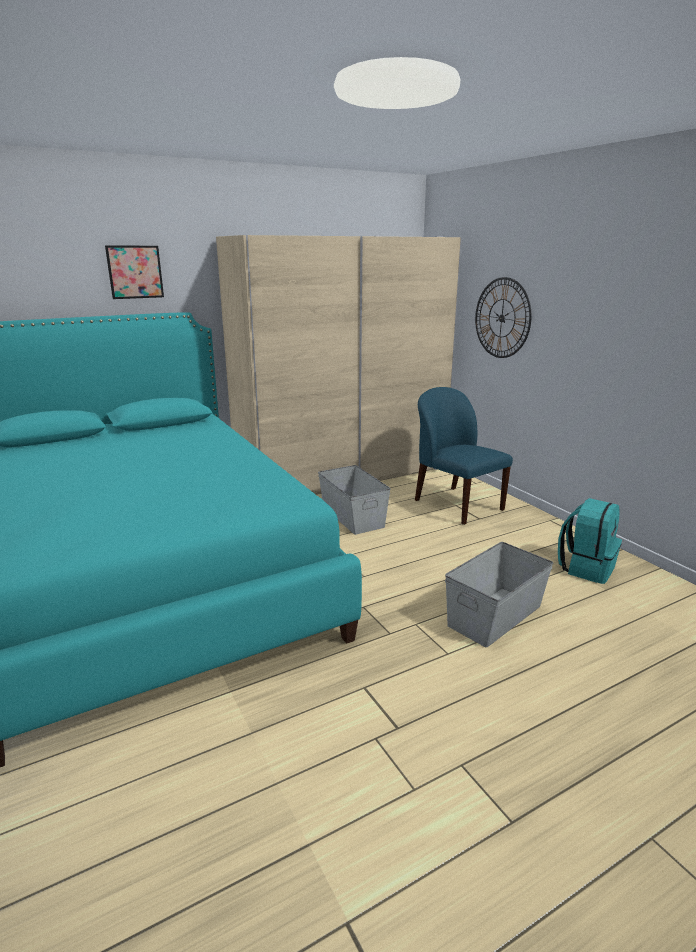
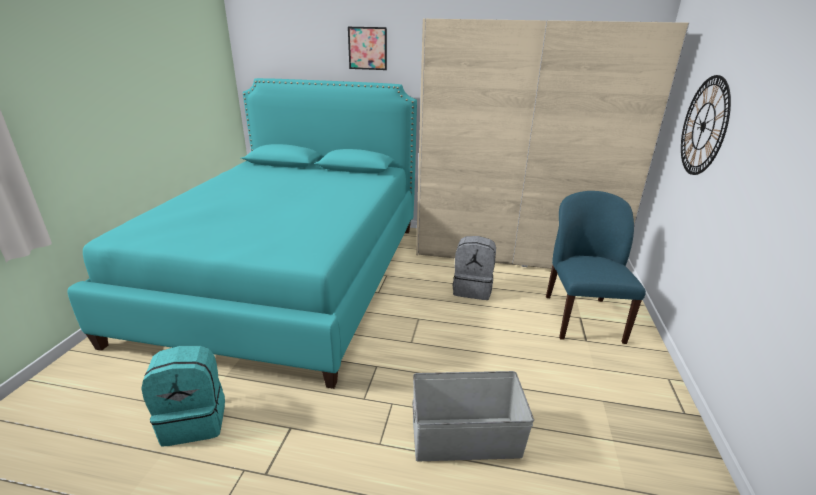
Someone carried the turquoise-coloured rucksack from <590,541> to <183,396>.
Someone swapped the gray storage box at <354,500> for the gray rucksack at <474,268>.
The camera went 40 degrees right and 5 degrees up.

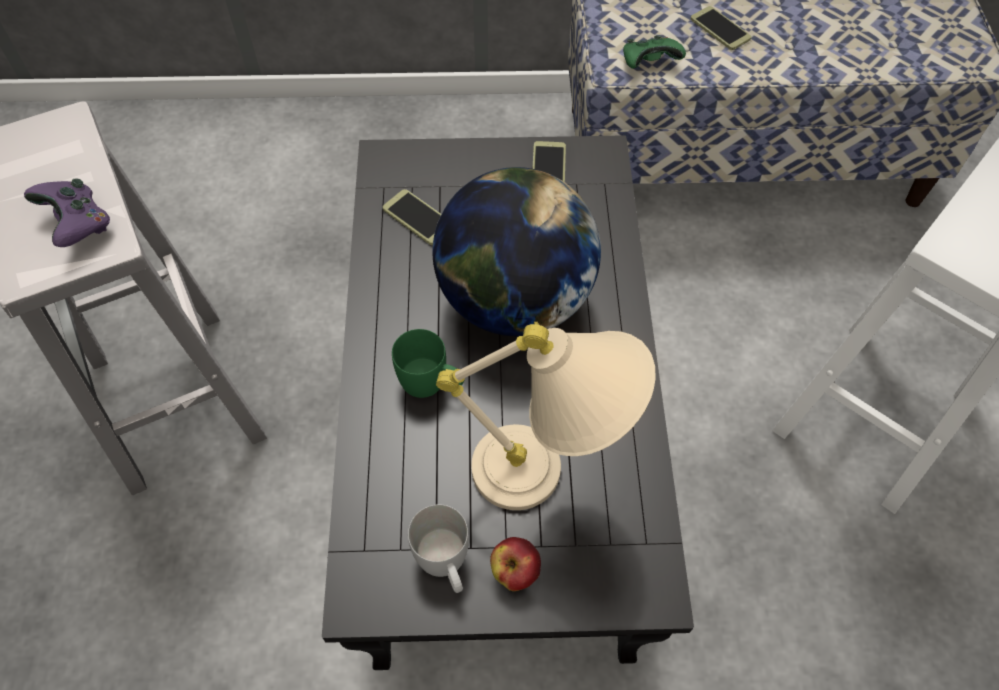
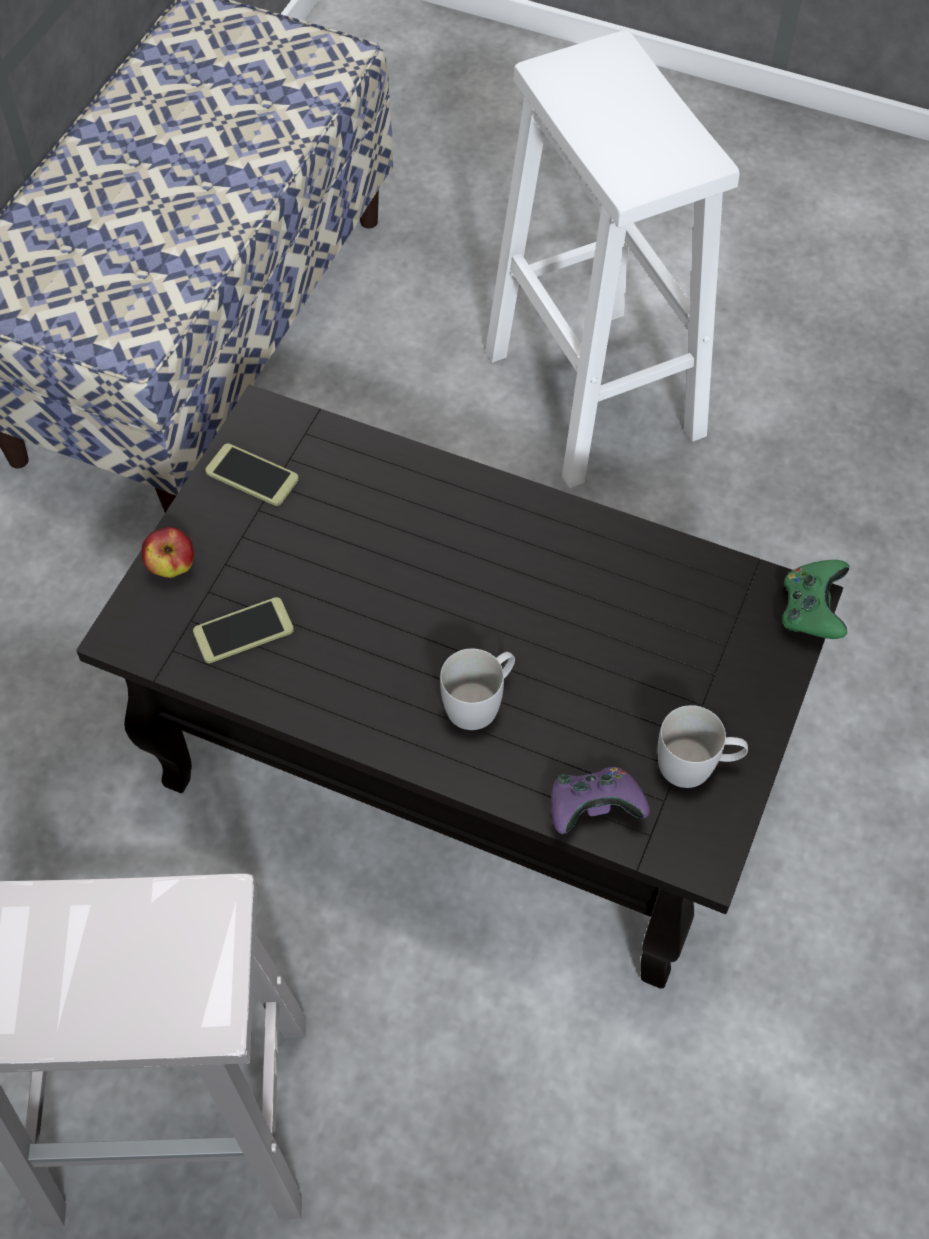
Someone took away the world globe at <517,251>.
Someone took away the beige lamp for a table at <546,416>.
Someone took away the telephone at <721,28>.
Someone carried the purple game controller from <67,212> to <600,800>.
Someone carried the apple from <515,564> to <168,552>.
Someone carried the greenish game controller from <654,51> to <815,599>.
Someone repainted the greenish coffee mug at <428,363>, which became the white coffee mug at <477,689>.
The camera went 65 degrees left and 0 degrees up.

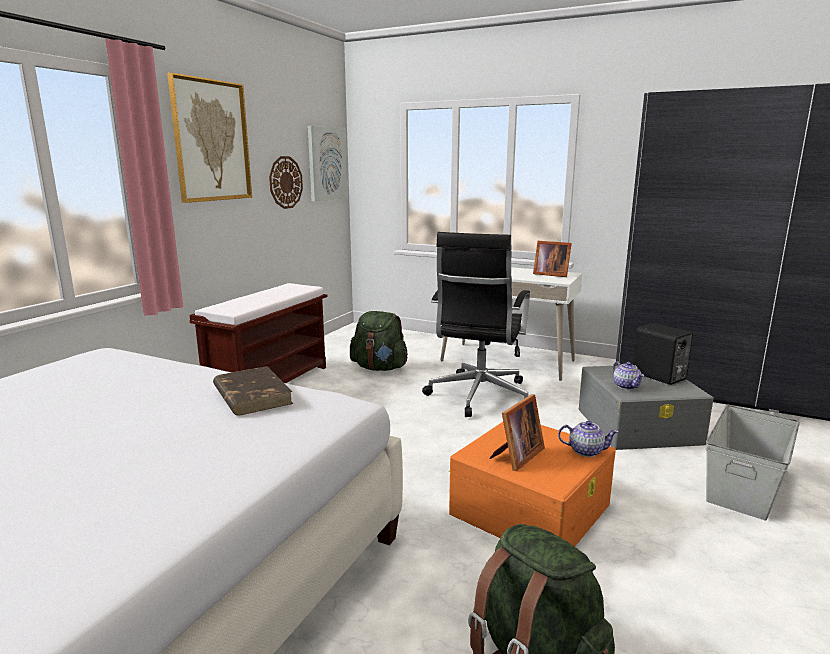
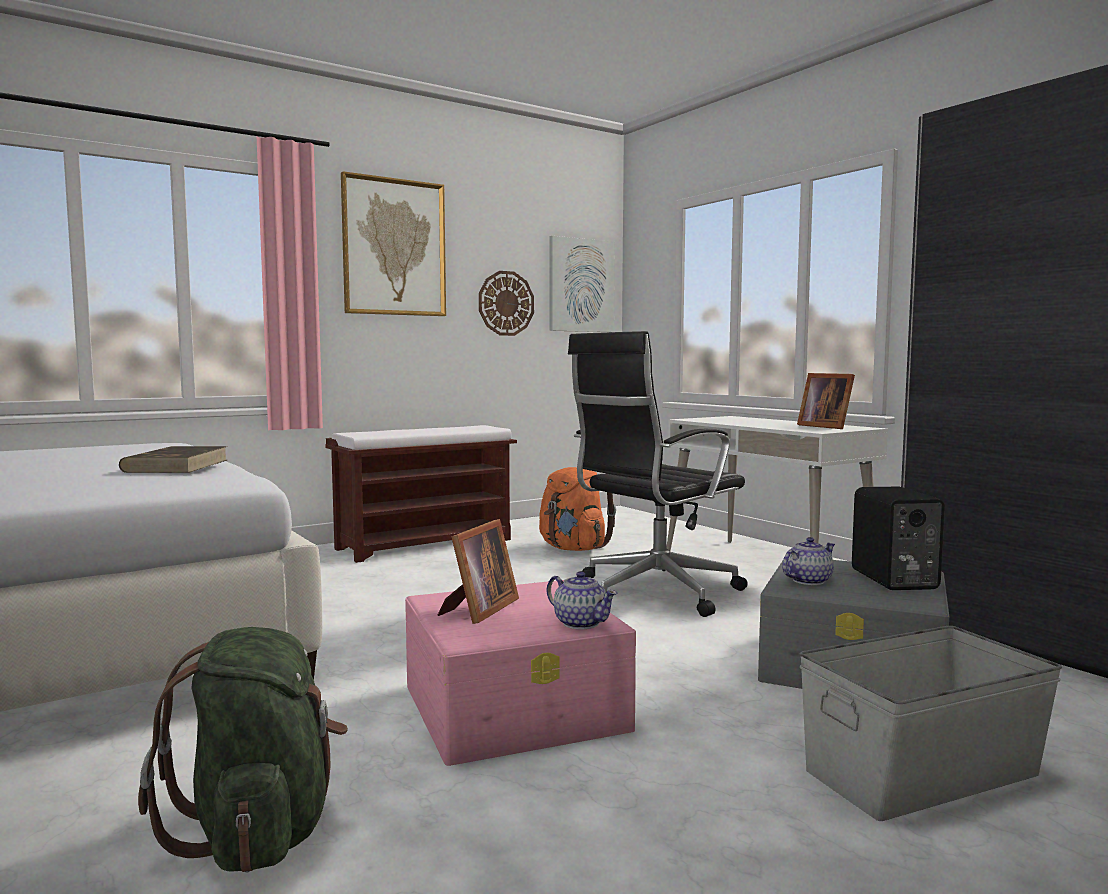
Someone repainted the greenish rucksack at <379,341>, which became the orange rucksack at <577,509>.
Someone repainted the orange storage box at <532,484>, which became the pink-coloured storage box at <520,673>.
Someone rotated the photo frame at <517,432> by 45 degrees counterclockwise.
Someone rotated the teapot at <628,376> by 135 degrees counterclockwise.
The camera went 30 degrees right and 10 degrees down.

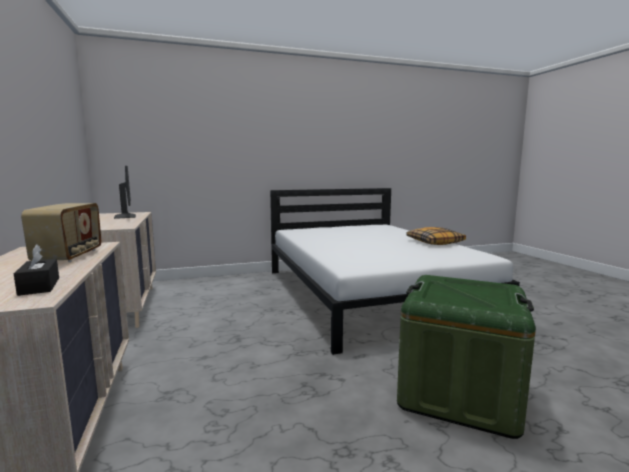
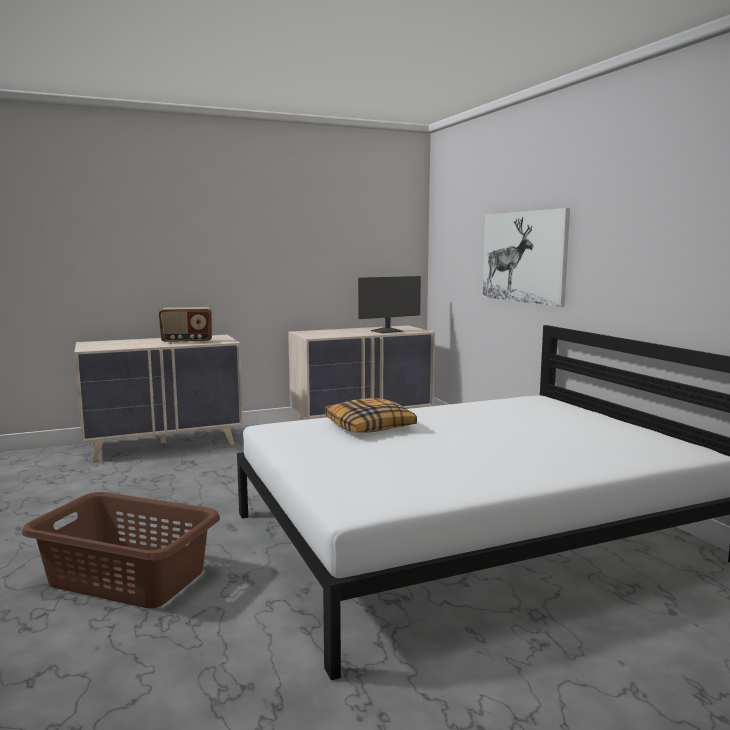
Someone took away the black-coloured tissue holder at <36,270>.
Someone put up the picture at <526,257>.
Someone carried the throw pillow from <436,236> to <371,415>.
Someone swapped the greenish storage box at <466,357> for the brown-coloured washing basket at <121,550>.
The camera went 85 degrees right and 0 degrees up.

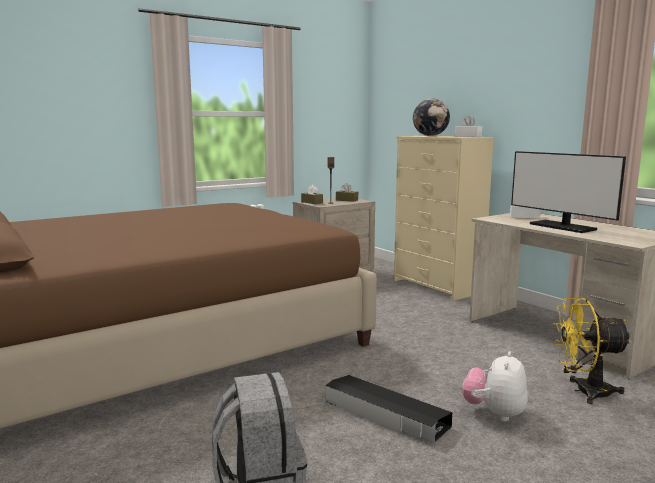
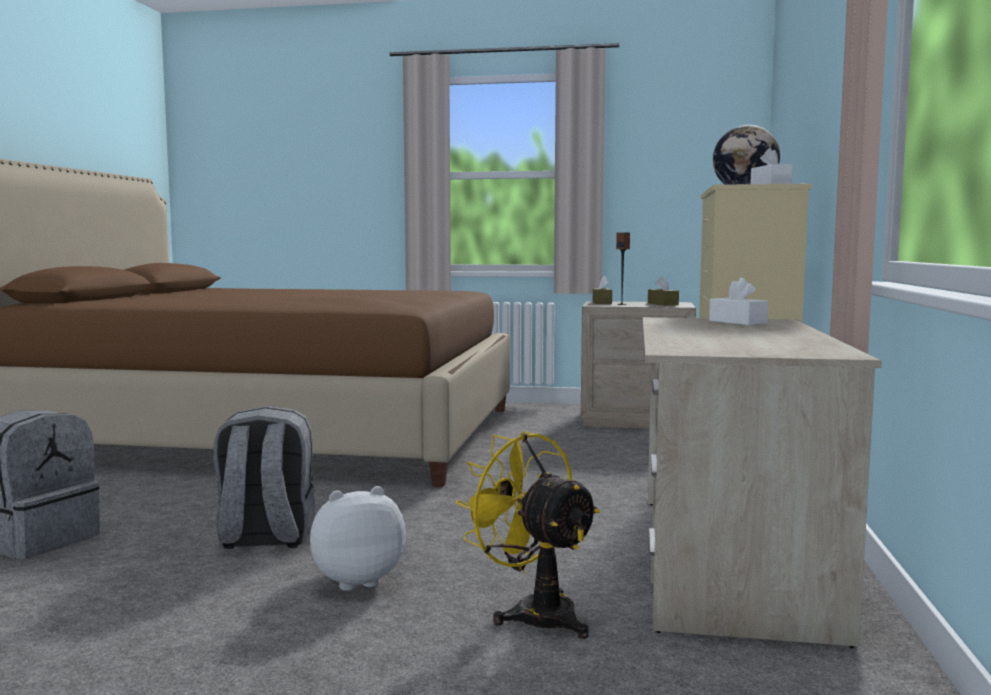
Someone took away the computer display at <568,192>.
Someone swapped the black-coloured storage box at <388,408> for the gray rucksack at <264,477>.
The camera went 45 degrees right and 5 degrees down.

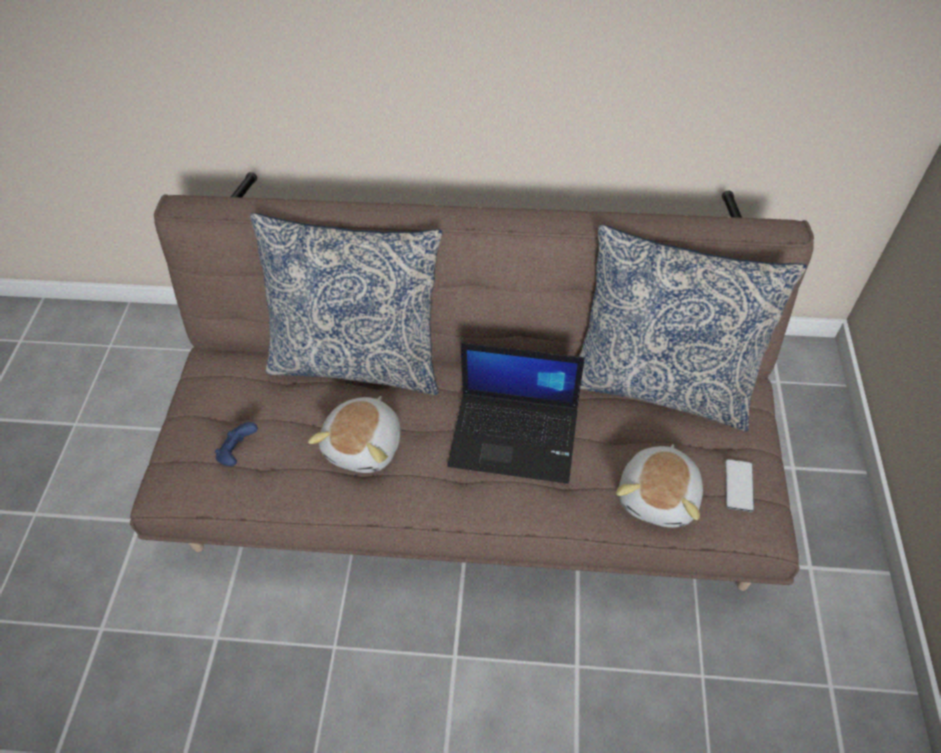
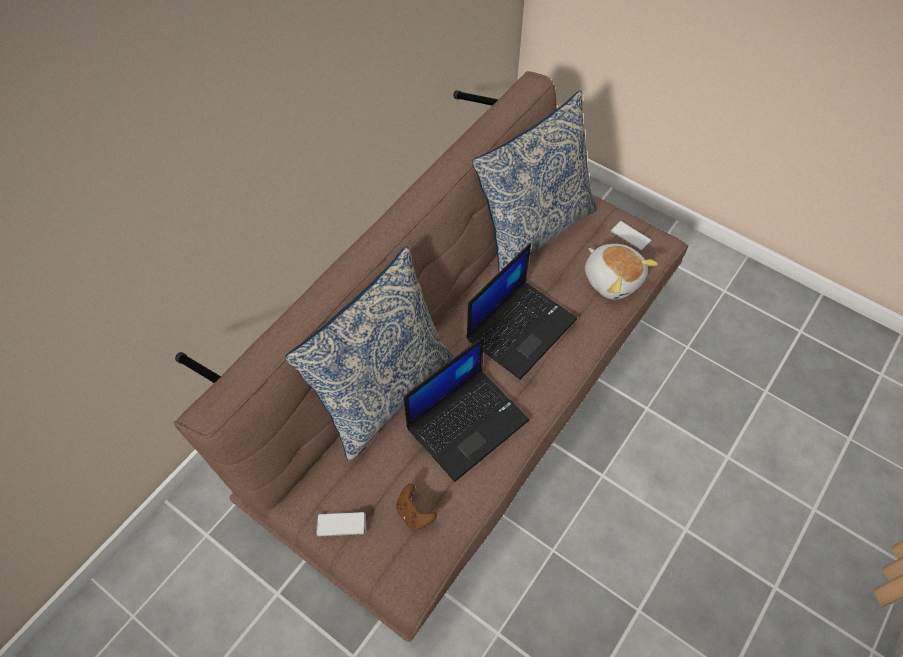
Someone put down the telephone at <341,524>.
Someone swapped the plush toy at <354,434> for the portable computer at <466,409>.
Someone repainted the blue game controller at <236,444>, which became the brown-coloured game controller at <416,507>.
The camera went 60 degrees left and 5 degrees up.

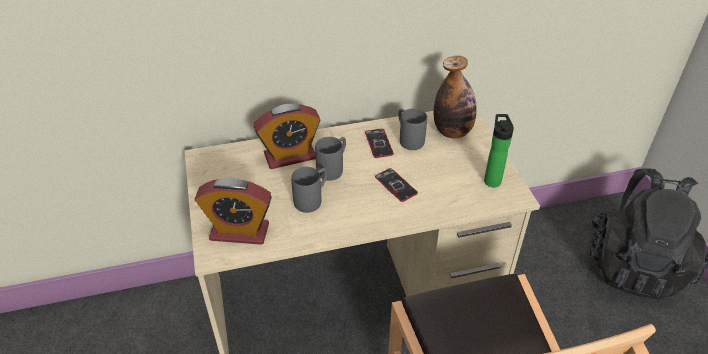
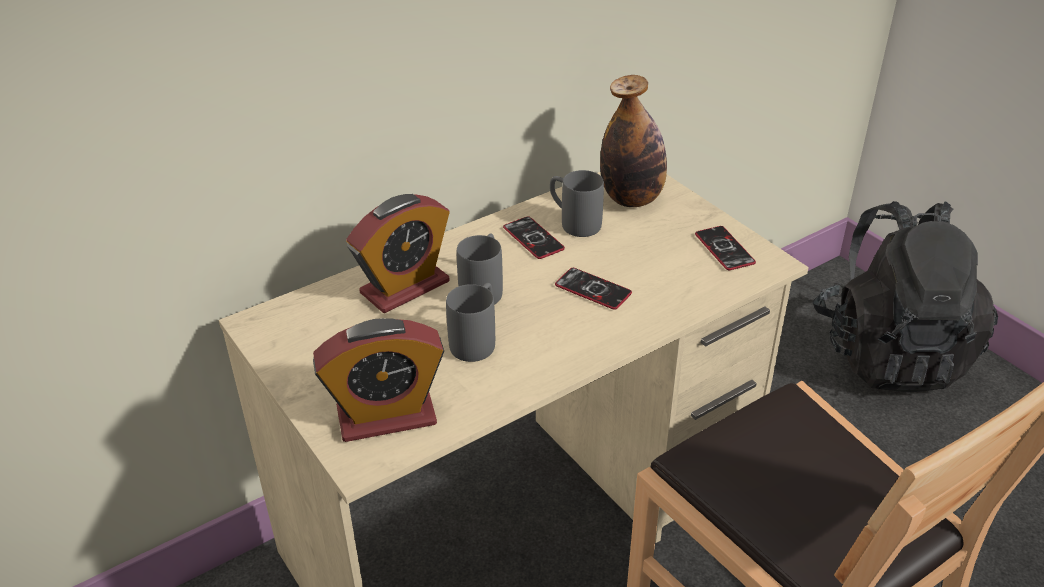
Someone swapped the bottle at <499,150> for the telephone at <725,248>.
The camera went 20 degrees left and 5 degrees down.

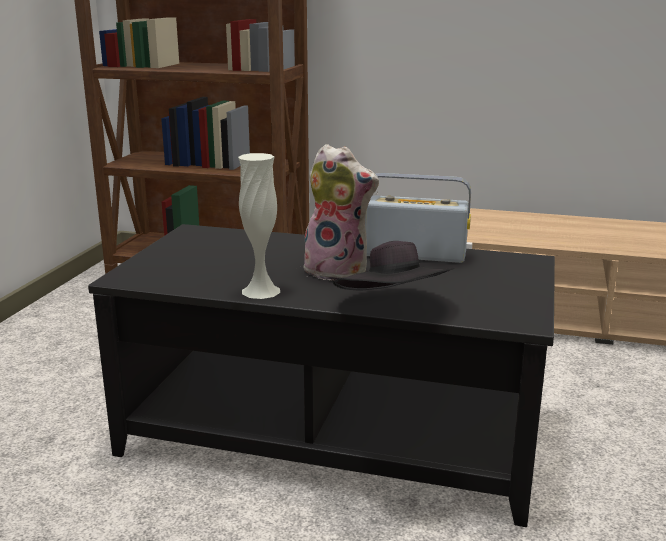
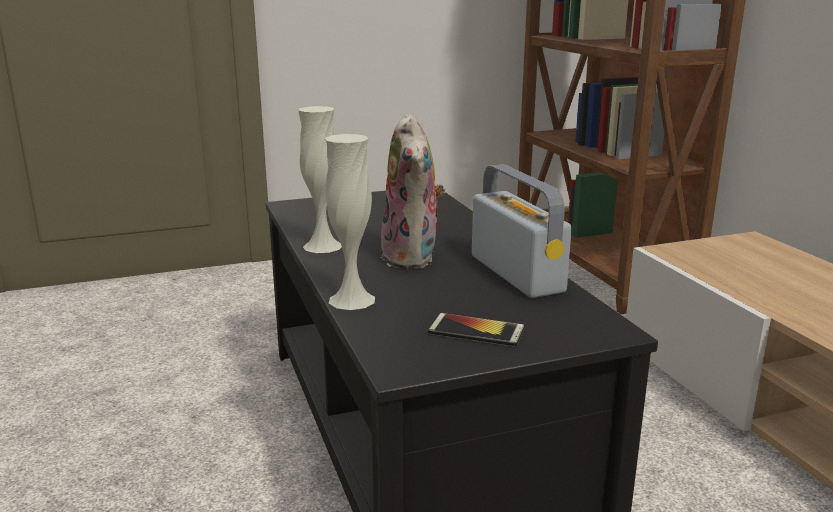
Someone put down the telephone at <476,330>.
Someone swapped the black-coloured clothing hat at <393,265> for the white flower vase at <350,222>.
The camera went 55 degrees right and 0 degrees up.

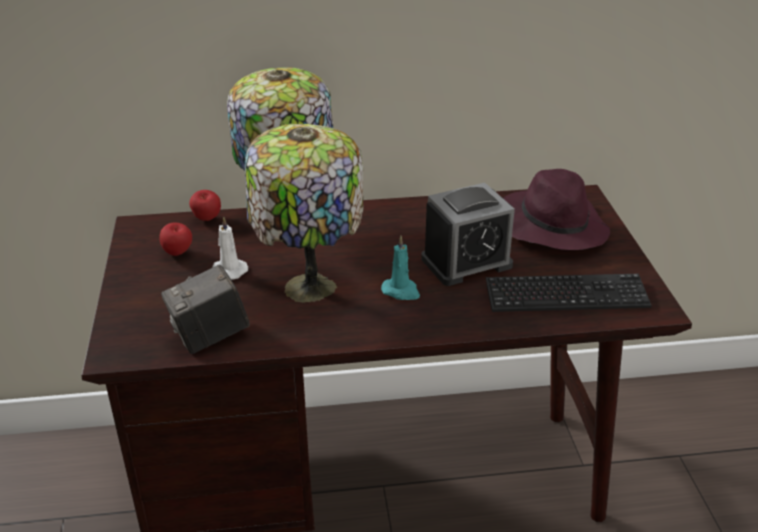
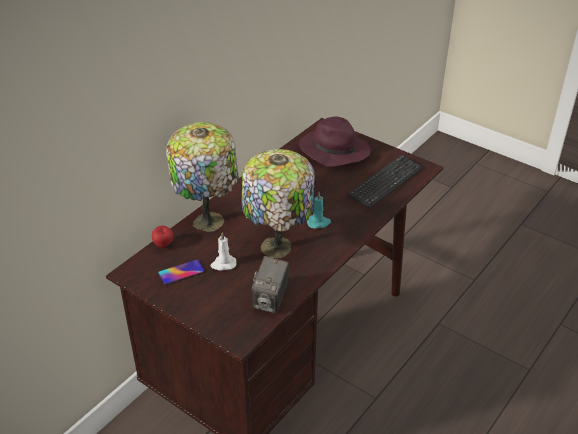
Someone took away the table clock at <468,234>.
Someone swapped the apple at <175,239> for the telephone at <181,272>.
The camera went 45 degrees left and 5 degrees up.

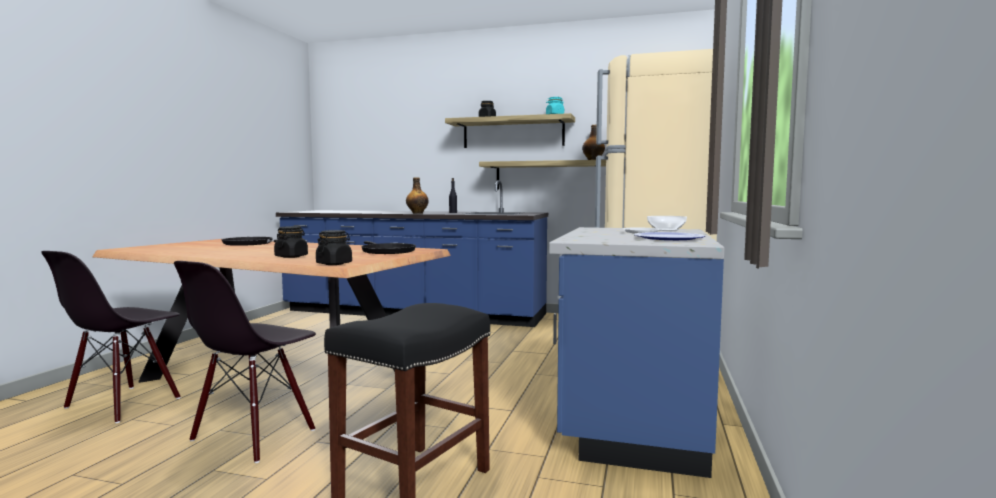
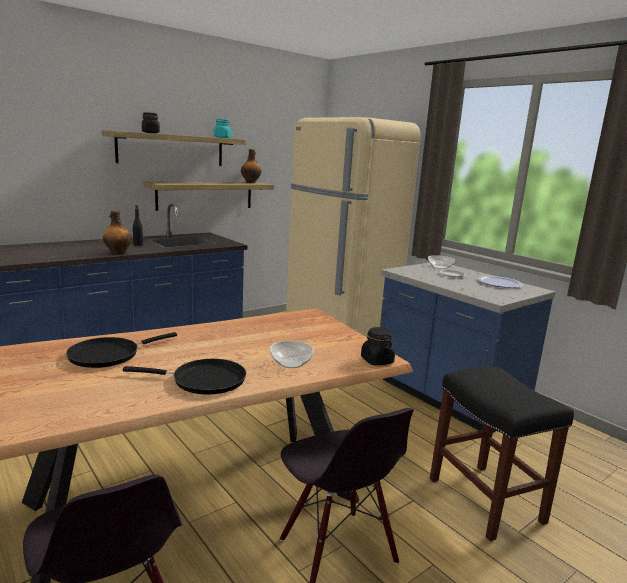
Someone carried the black-coloured skillet from <388,247> to <184,377>.
Someone swapped the black-coloured jar at <291,242> for the bowl at <292,354>.
The camera went 55 degrees left and 10 degrees up.

